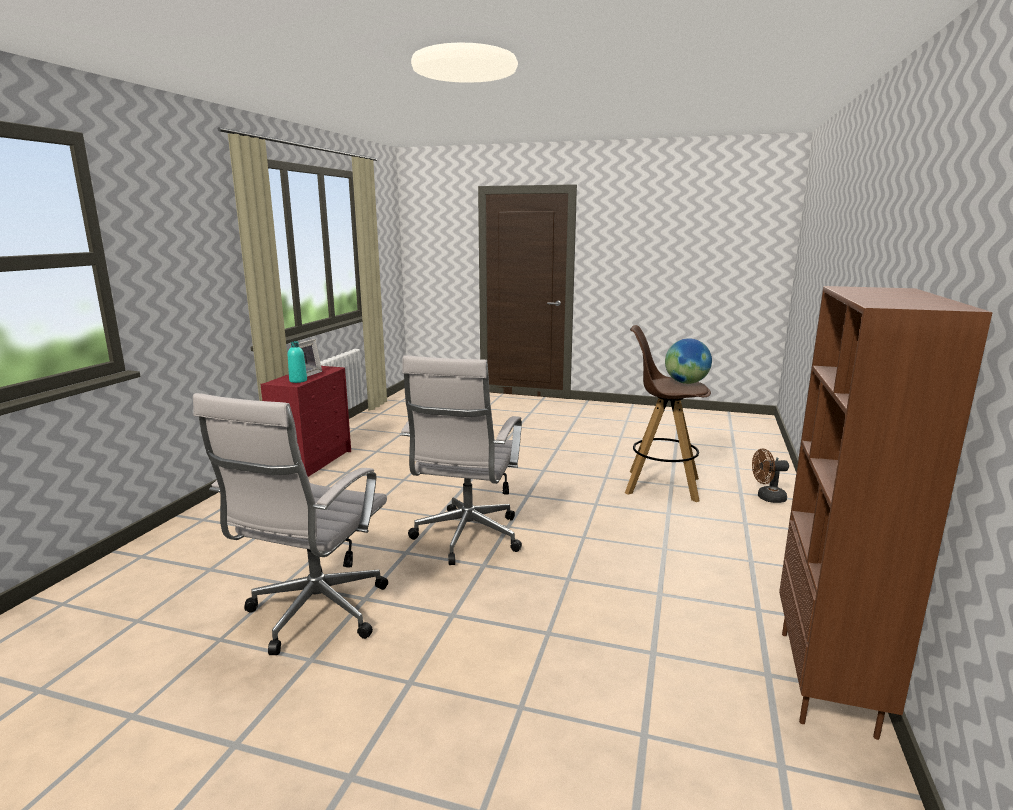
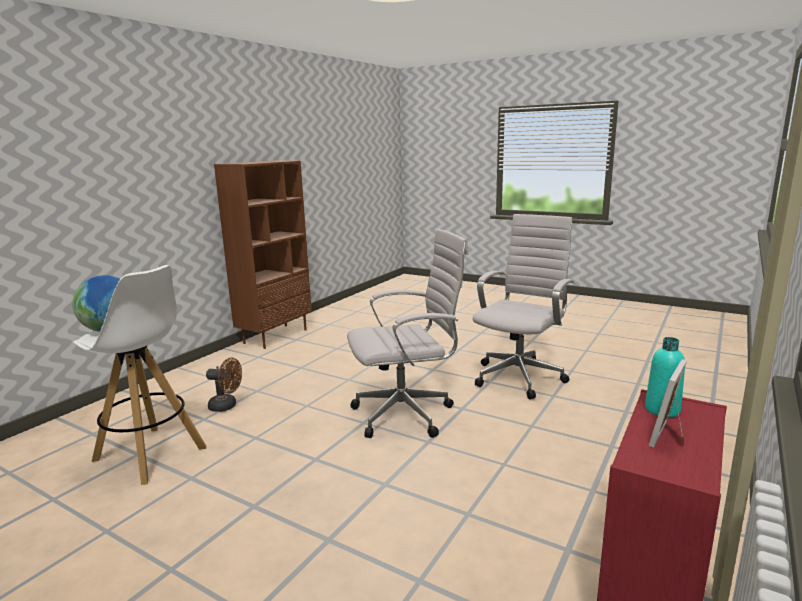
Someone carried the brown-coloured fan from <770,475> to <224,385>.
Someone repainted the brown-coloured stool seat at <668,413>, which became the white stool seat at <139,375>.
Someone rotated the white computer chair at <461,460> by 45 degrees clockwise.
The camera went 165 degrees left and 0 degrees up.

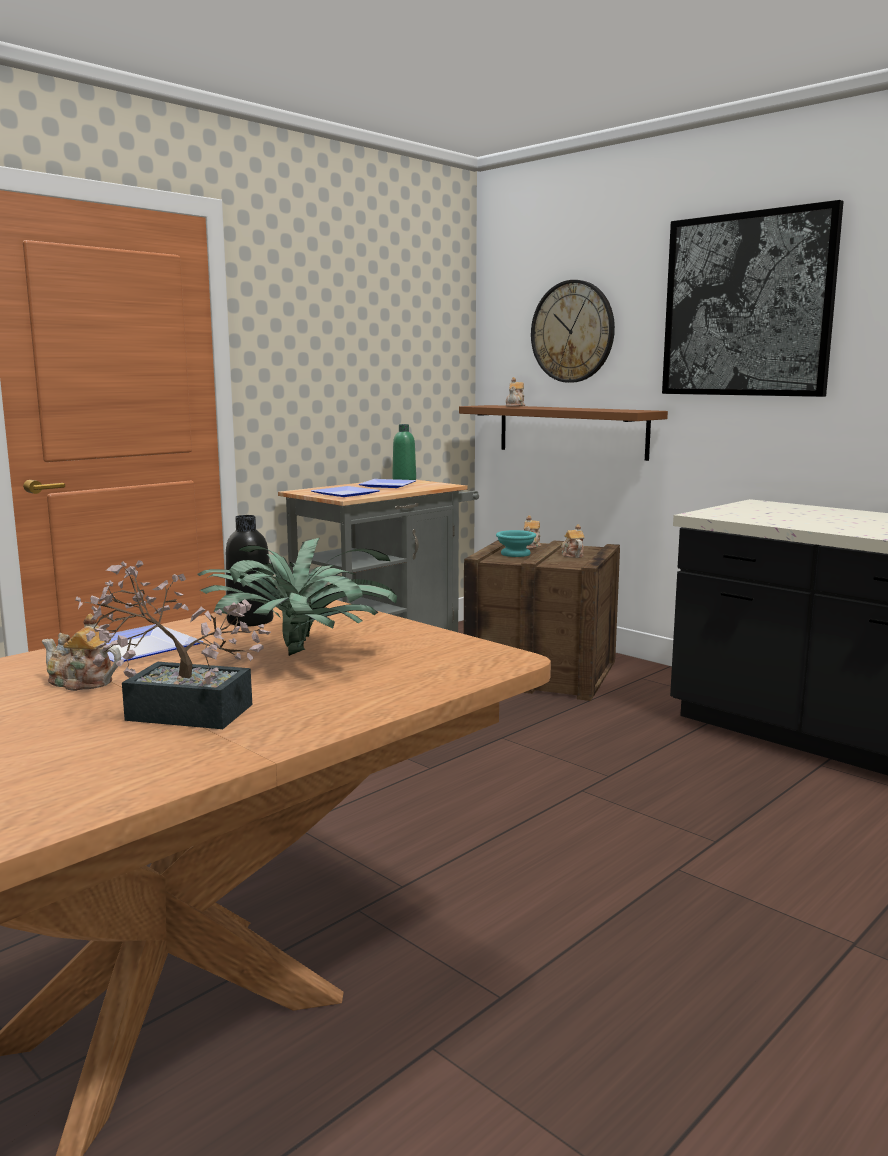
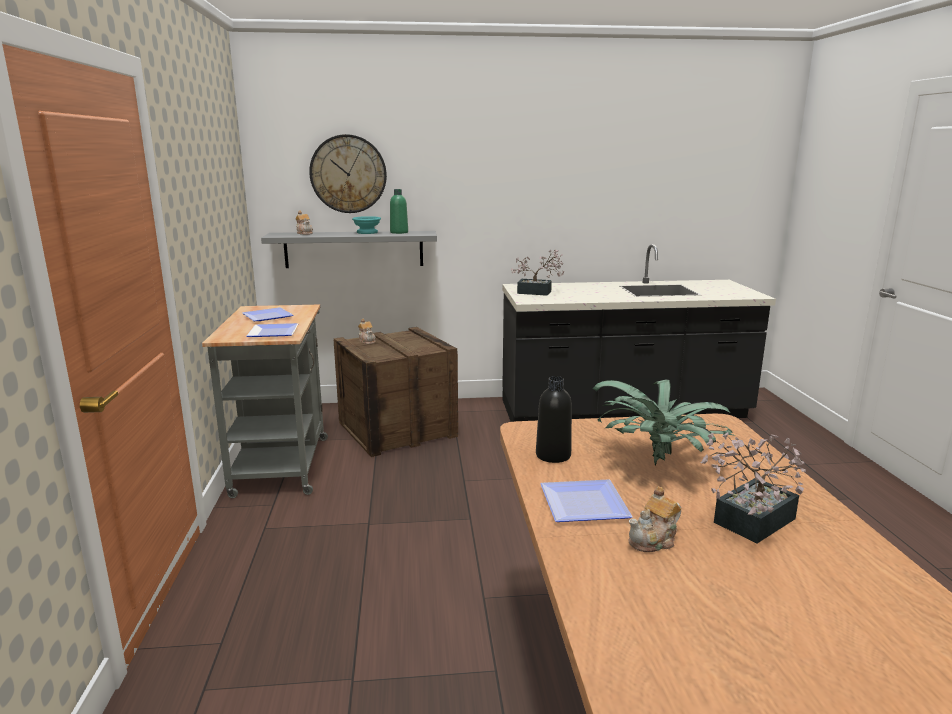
Someone took away the teapot at <573,541>.
Someone took away the picture at <753,298>.
Someone put down the potted plant at <537,273>.
Someone carried the greenish bottle from <404,452> to <399,211>.
Someone carried the turquoise-coloured bowl from <516,543> to <366,225>.
Someone repainted the brown-coloured wall shelf at <563,433>, which became the gray wall shelf at <349,249>.
The camera went 50 degrees left and 5 degrees up.

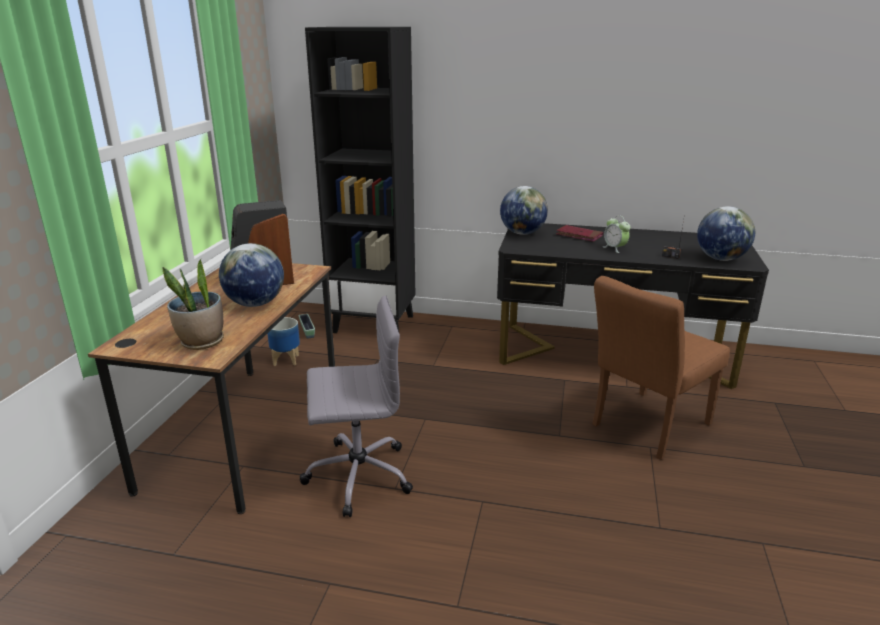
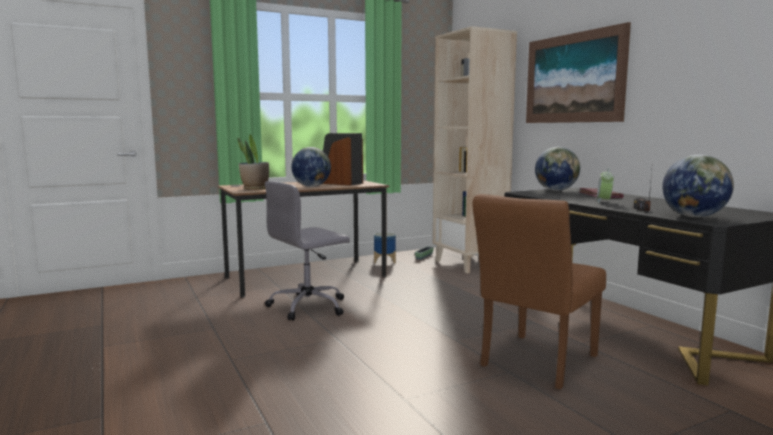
Someone put up the picture at <578,72>.
Someone repainted the black-coloured bookcase at <360,180>, which became the beige bookcase at <475,149>.
Someone rotated the gray computer chair at <356,406> by 105 degrees clockwise.
Someone rotated the brown-coloured upright chair at <661,368> by 60 degrees counterclockwise.
The camera went 50 degrees right and 15 degrees down.

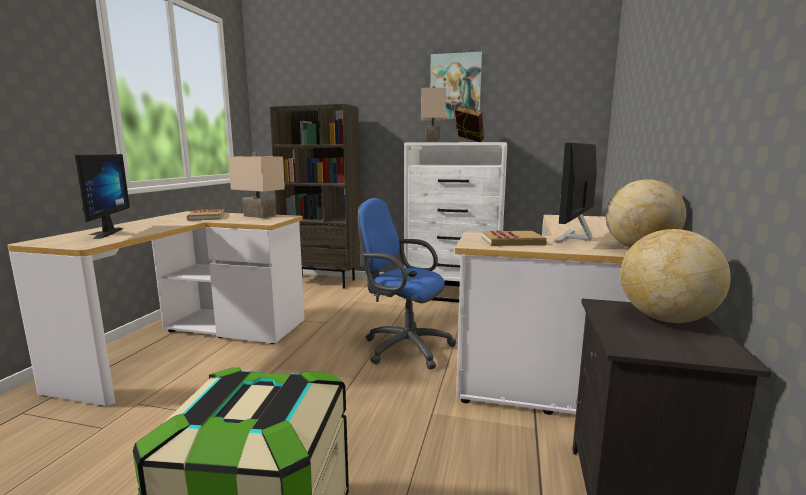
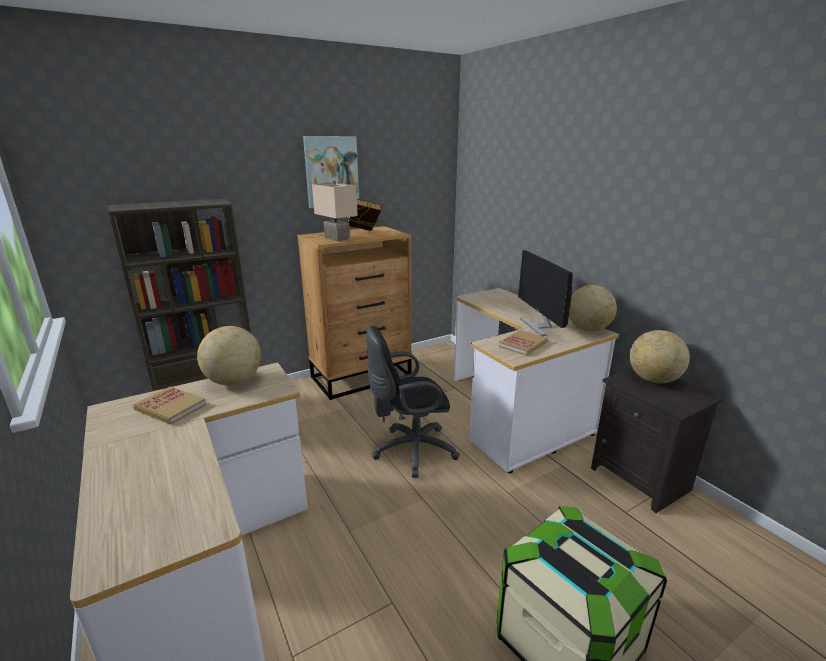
Someone took away the computer display at <102,196>.
Someone swapped the beige lamp for a table at <256,185> for the world globe at <229,356>.
Someone repainted the blue computer chair at <407,284>, which became the black-coloured computer chair at <413,402>.
Someone repainted the white chest of drawers at <455,222>, which became the brown-coloured chest of drawers at <354,313>.
The camera went 45 degrees left and 10 degrees up.

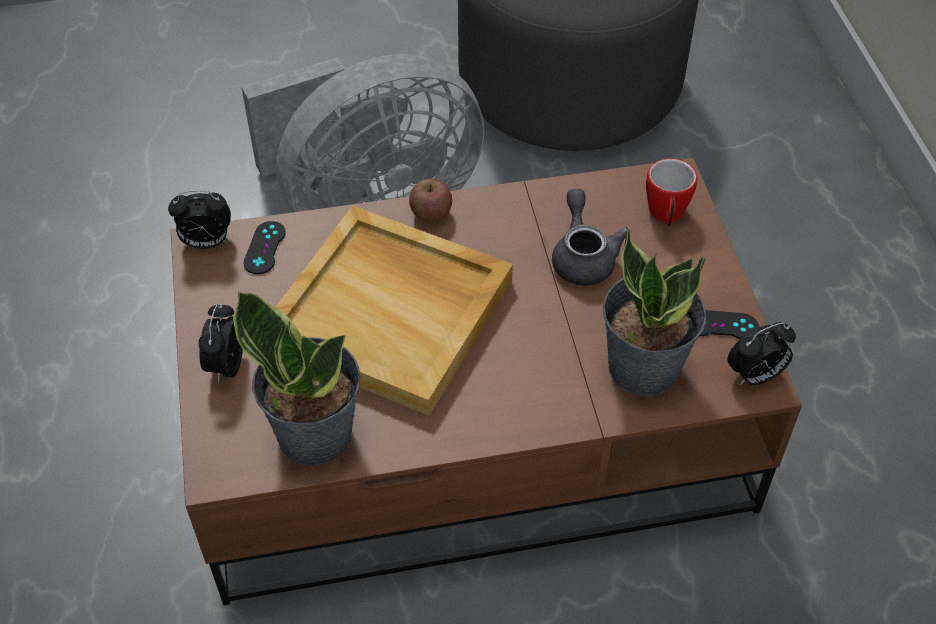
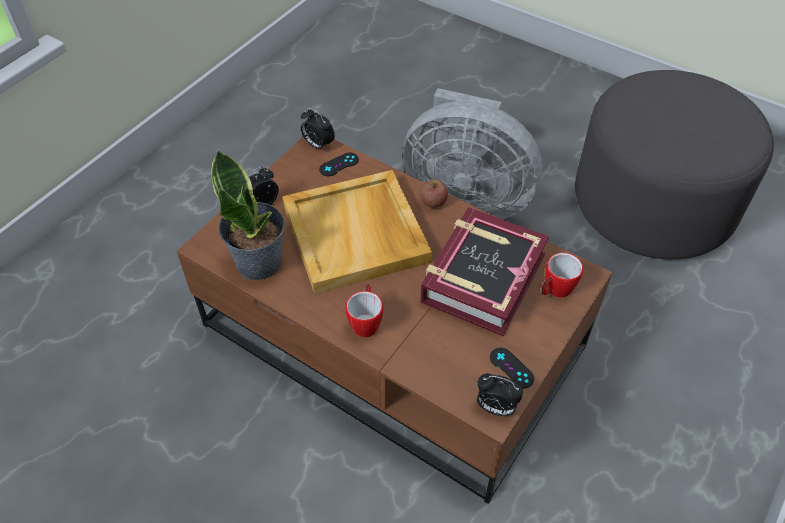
Someone took away the potted plant at <654,313>.
Someone put down the coffee mug at <364,311>.
Someone swapped the gray teapot at <591,237> for the bound book at <484,272>.
The camera went 45 degrees right and 0 degrees up.

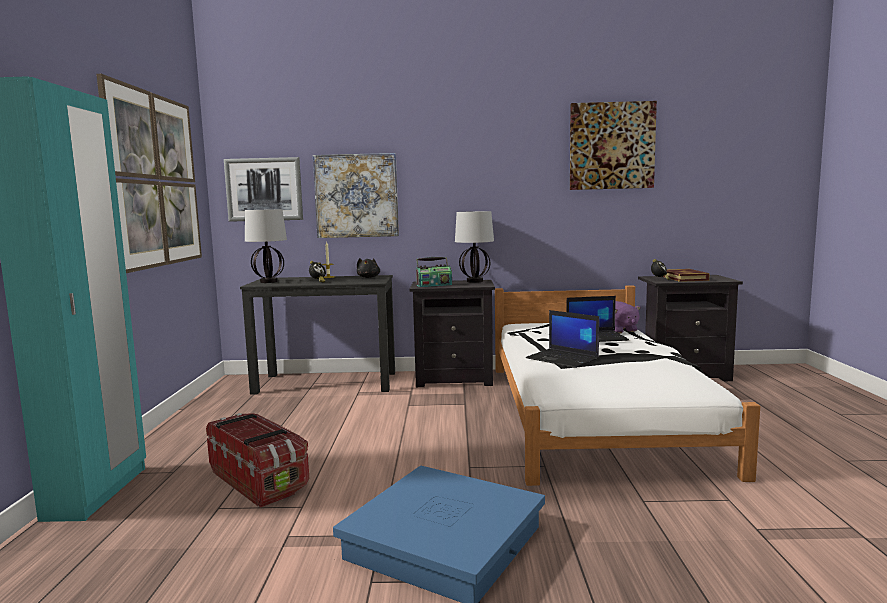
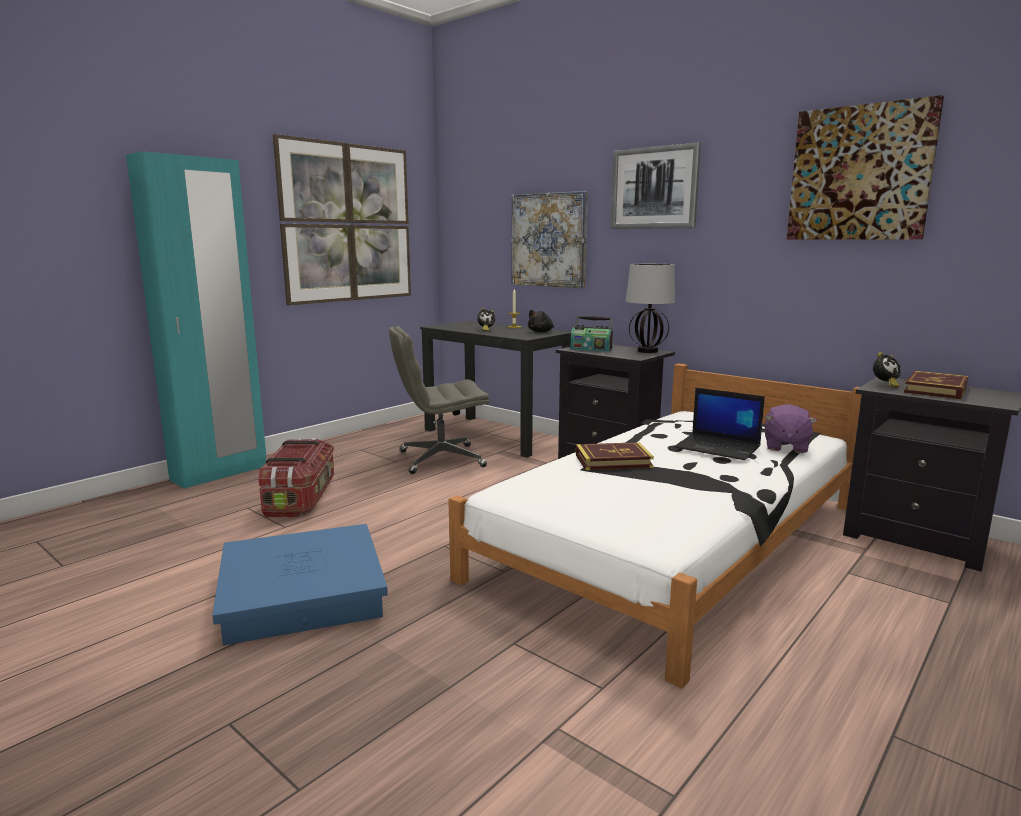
Someone took away the lamp for a table at <266,246>.
Someone put down the gray computer chair at <439,400>.
Someone carried the picture from <263,189> to <655,185>.
Someone swapped the portable computer at <562,339> for the bound book at <615,456>.
The camera went 40 degrees right and 5 degrees up.

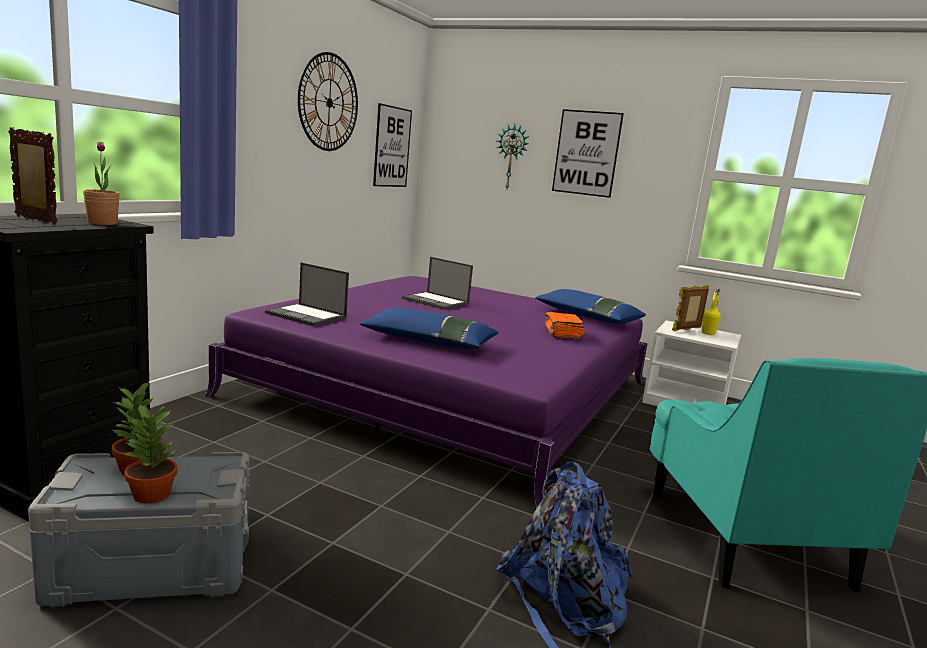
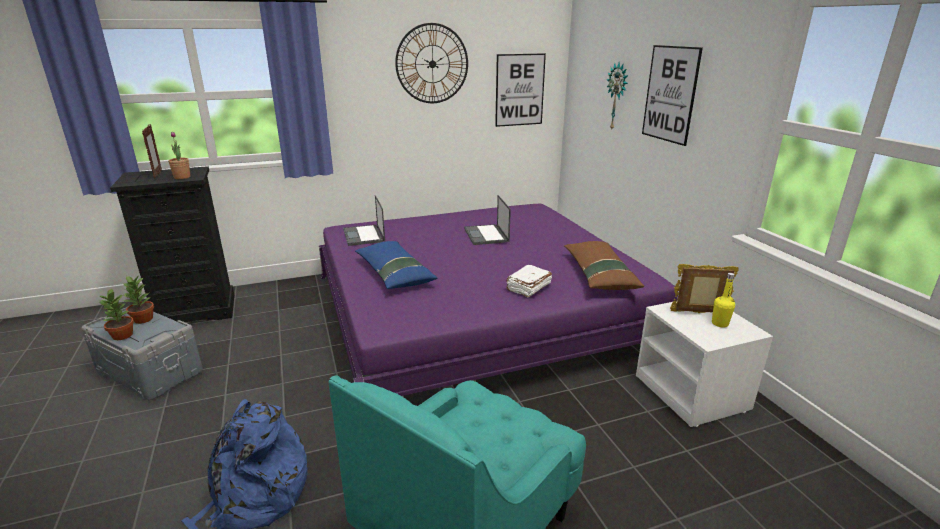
Someone repainted the blue throw pillow at <590,306>, which became the brown-coloured throw pillow at <604,265>.
Someone repainted the orange bound book at <564,325>, which became the white bound book at <529,281>.
The camera went 45 degrees right and 10 degrees up.

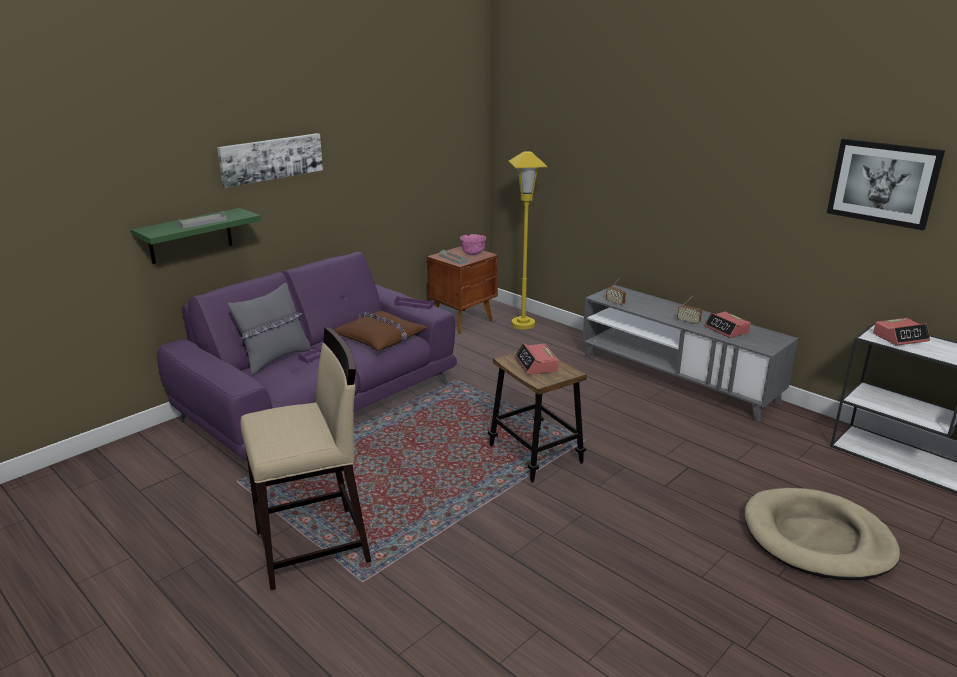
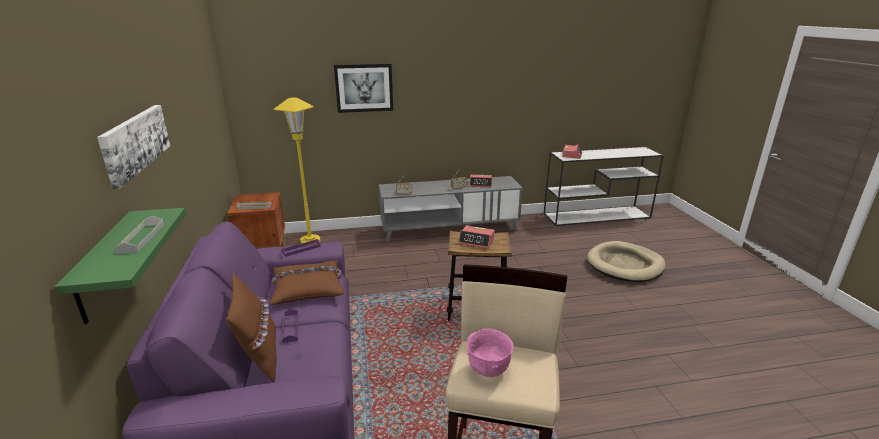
Someone carried the pink-coloured bowl from <473,244> to <490,353>.
Someone carried the picture from <886,185> to <363,88>.
Someone repainted the gray throw pillow at <269,329>, which became the brown-coloured throw pillow at <251,328>.
The camera went 55 degrees left and 0 degrees up.

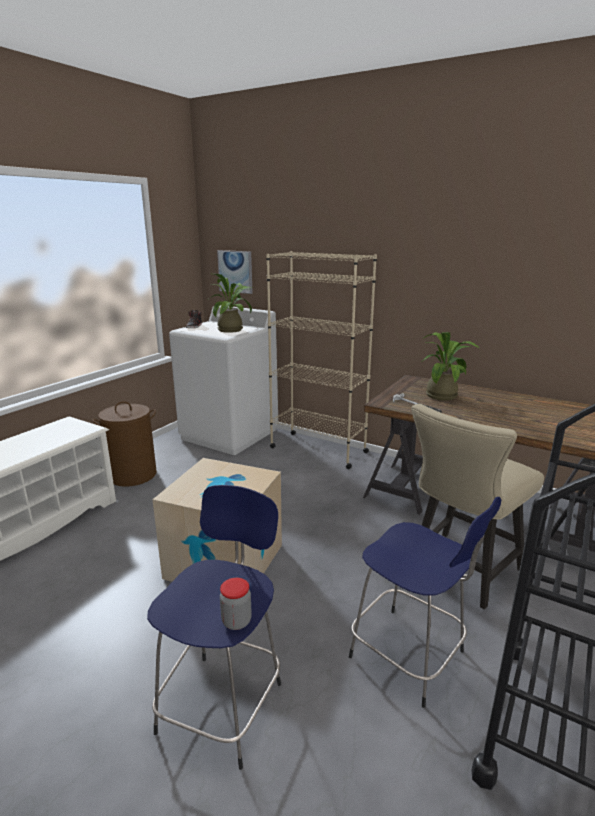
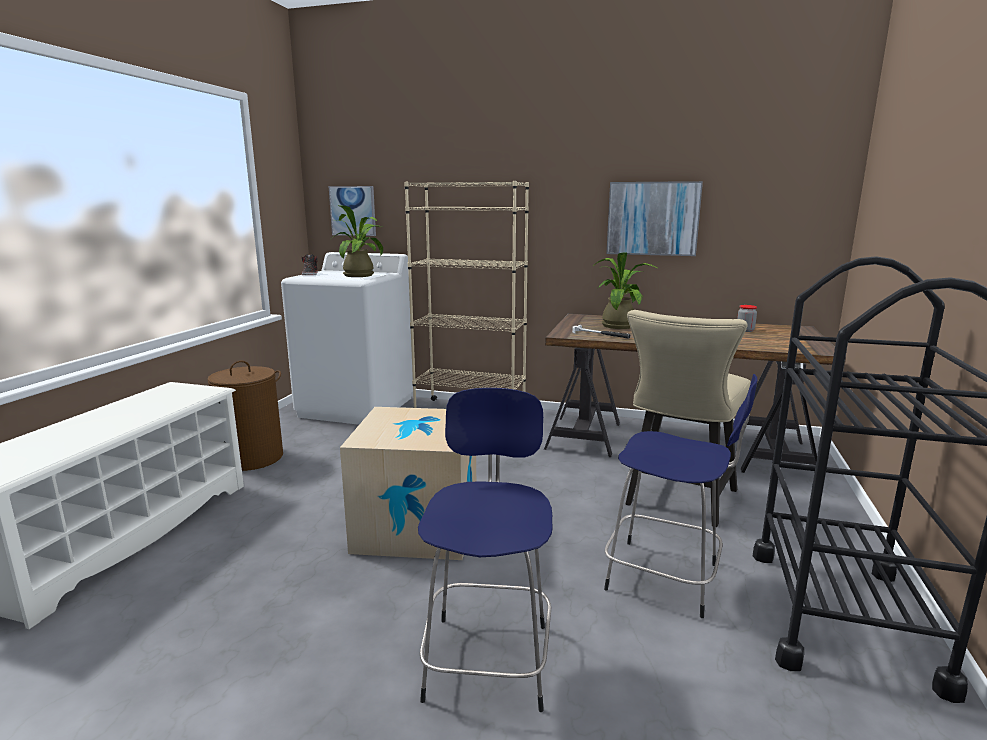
Someone put up the picture at <654,218>.
Someone carried the jar from <236,604> to <747,318>.
The camera went 15 degrees left and 5 degrees down.

